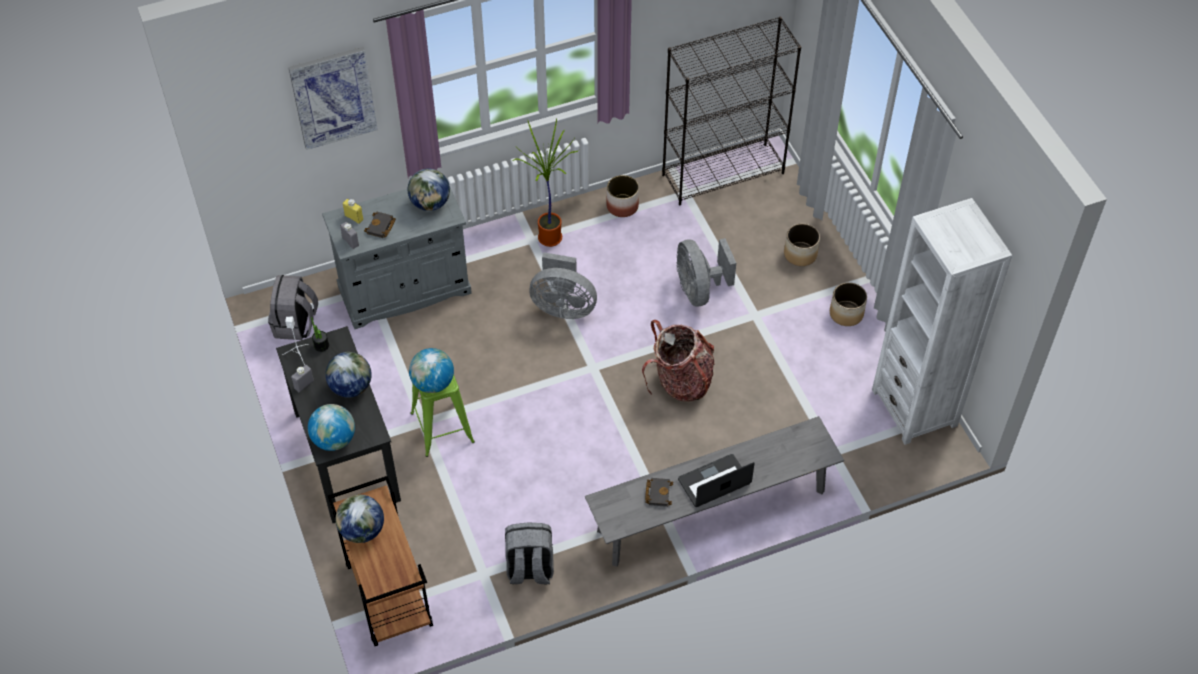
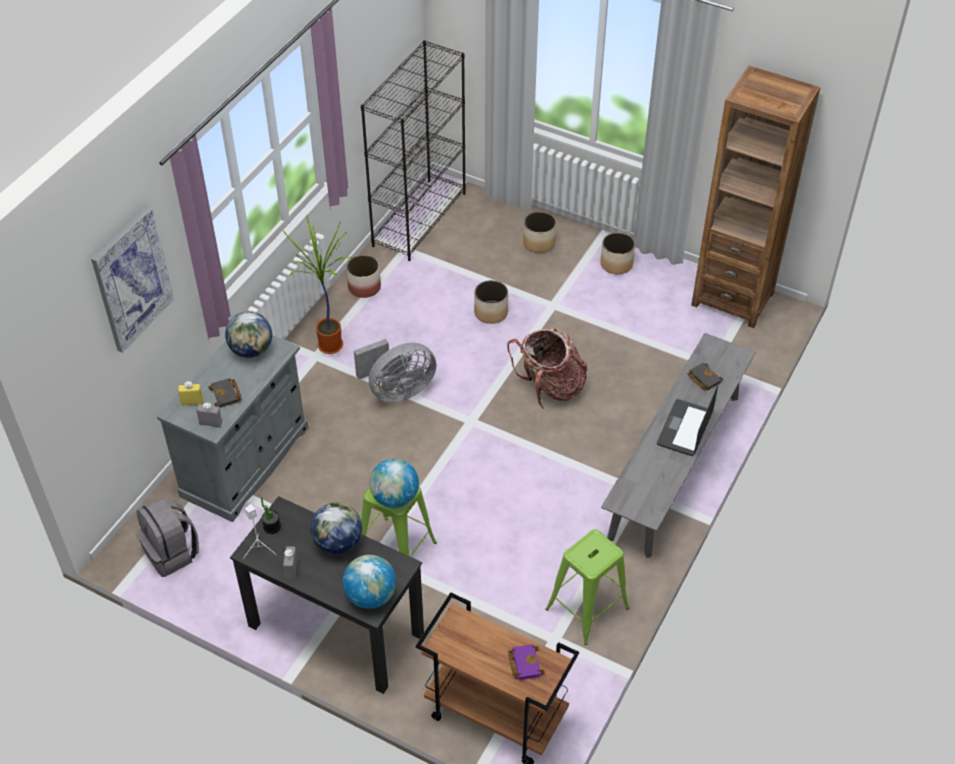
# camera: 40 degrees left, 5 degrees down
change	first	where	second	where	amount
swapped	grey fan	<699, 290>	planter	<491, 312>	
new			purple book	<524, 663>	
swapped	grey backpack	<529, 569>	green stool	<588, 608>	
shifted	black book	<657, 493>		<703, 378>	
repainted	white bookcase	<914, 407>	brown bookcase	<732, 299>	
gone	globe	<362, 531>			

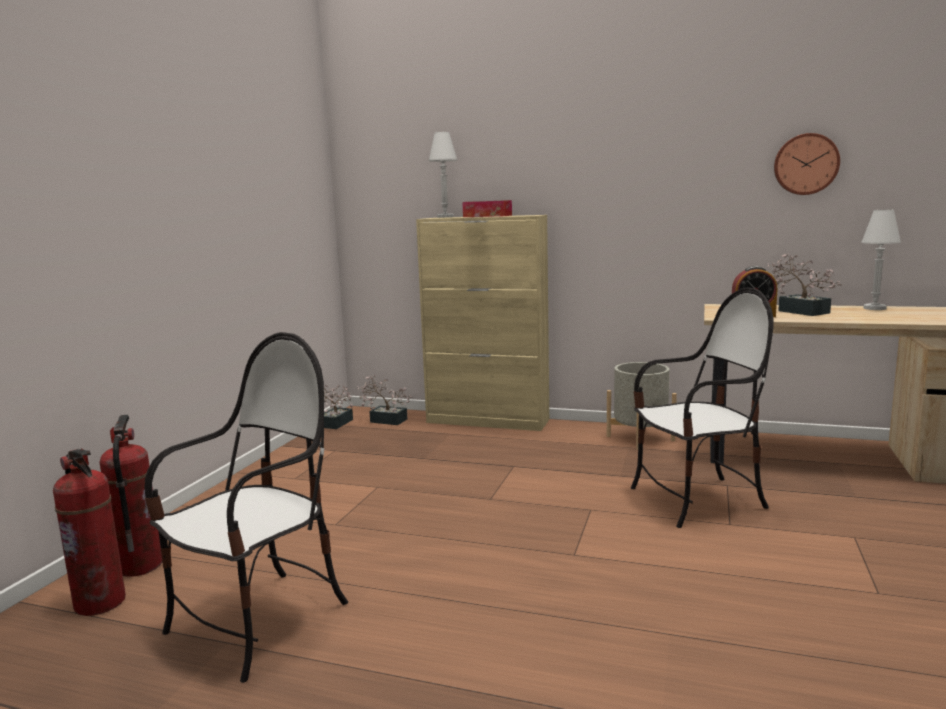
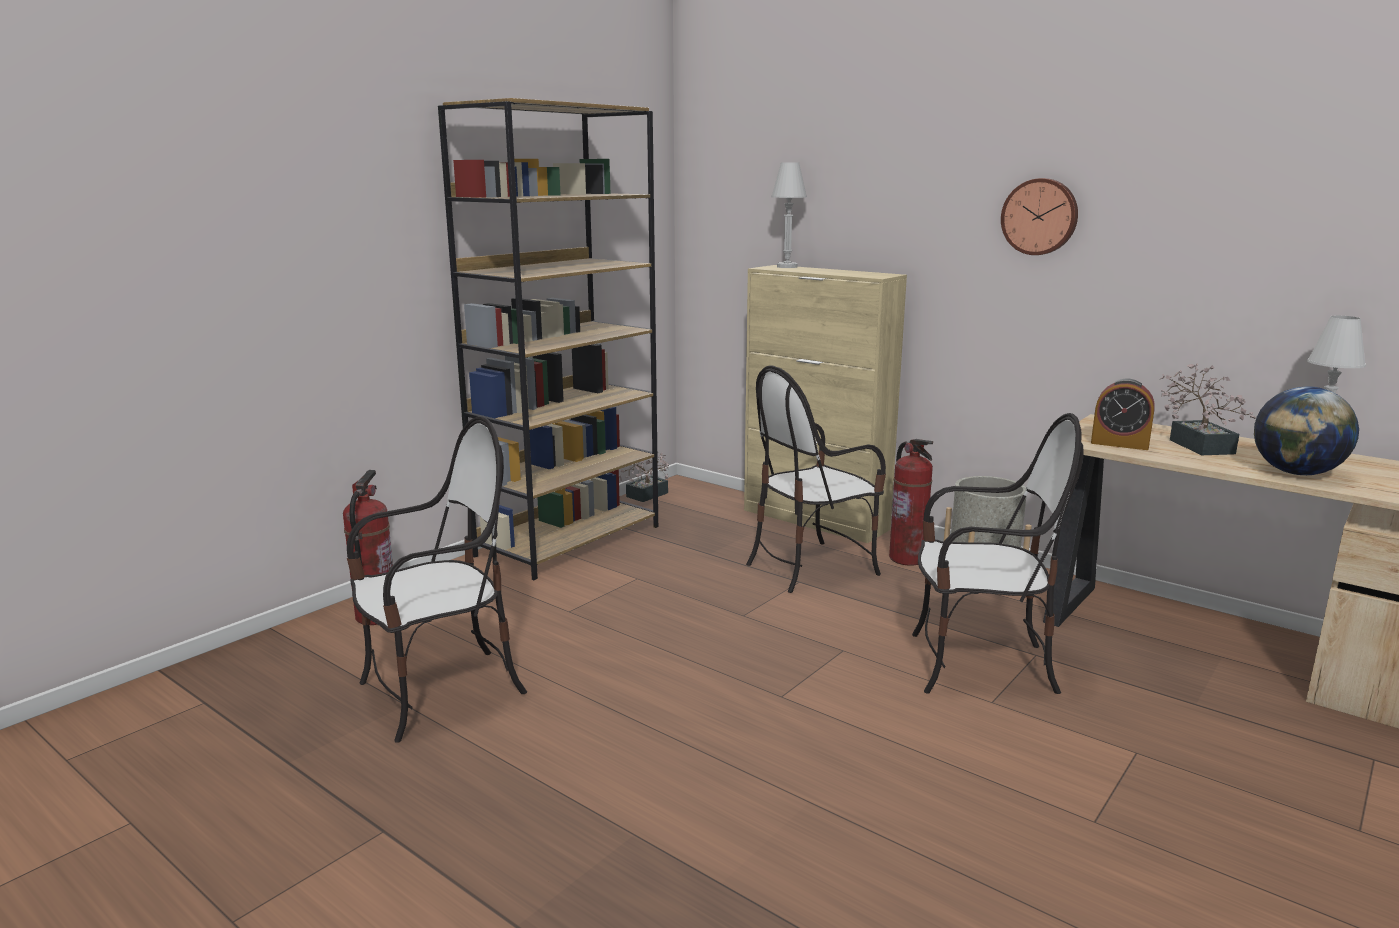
# camera: 20 degrees right, 5 degrees up
change	first	where	second	where	amount
new			brown bookcase	<569, 540>	
new			chair	<811, 567>	
shifted	fire extinguisher	<100, 603>		<907, 558>	
shifted	wall clock	<806, 164>		<1040, 216>	
new			globe	<1297, 473>	
gone	potted plant	<385, 420>			
gone	tissue box	<487, 216>			

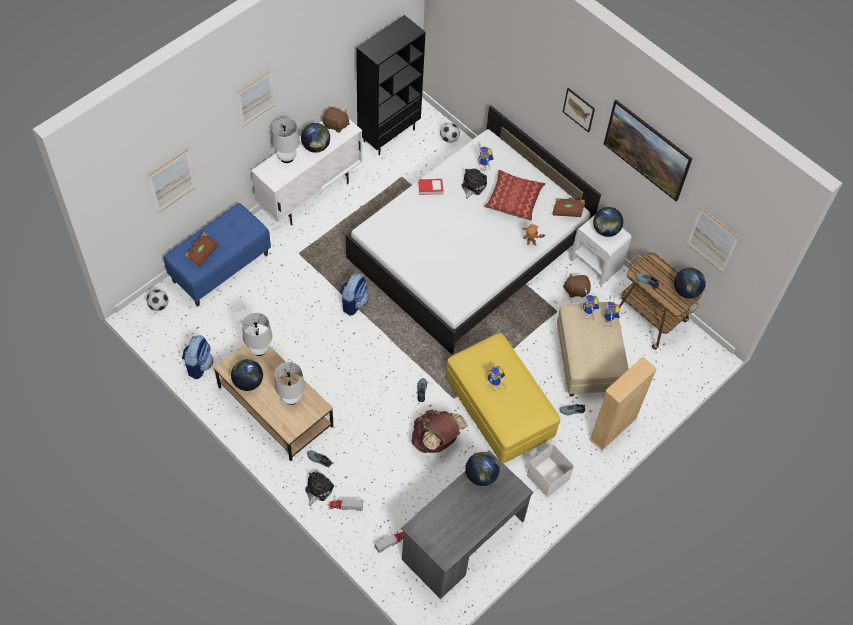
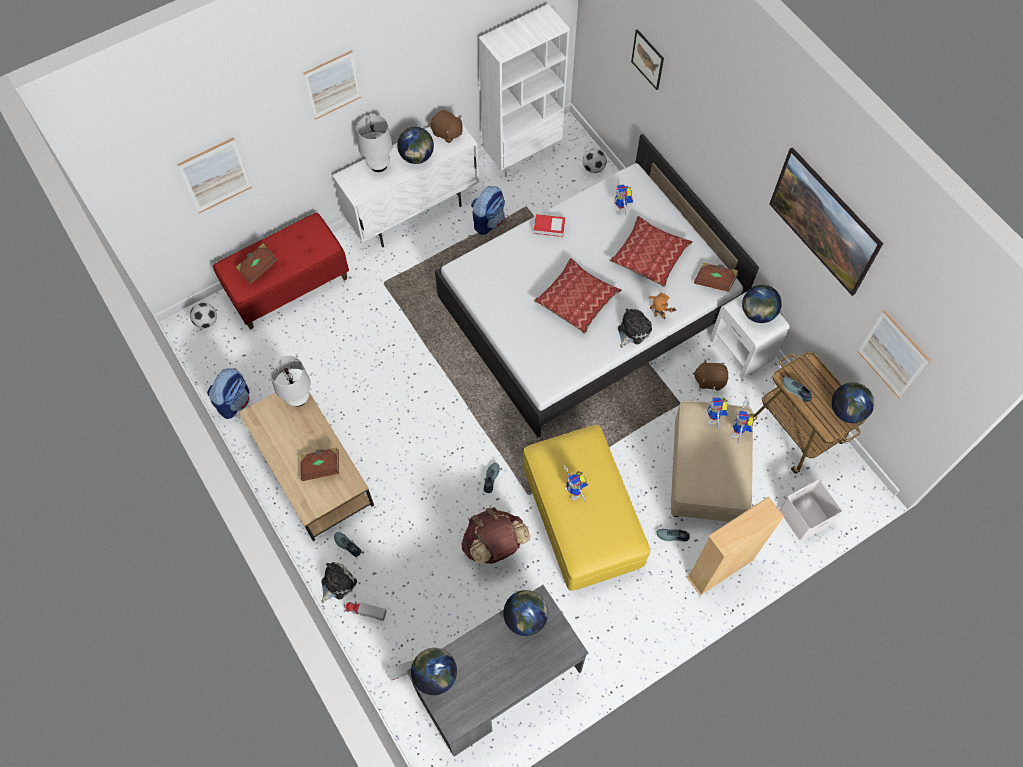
# camera: 15 degrees right, 5 degrees up
change	first	where	second	where	amount
repainted	blue bench	<220, 267>	red bench	<288, 286>	
swapped	white table lamp	<291, 398>	brown book	<321, 467>	
shifted	globe	<248, 382>		<435, 675>	
shifted	backpack	<354, 302>		<488, 221>	
repainted	black bookcase	<389, 134>	white bookcase	<522, 153>	
new			pillow	<577, 300>	
shifted	plush toy	<472, 186>		<632, 330>	
shifted	picture	<579, 109>		<648, 59>	
shifted	white storage box	<548, 478>		<804, 518>	

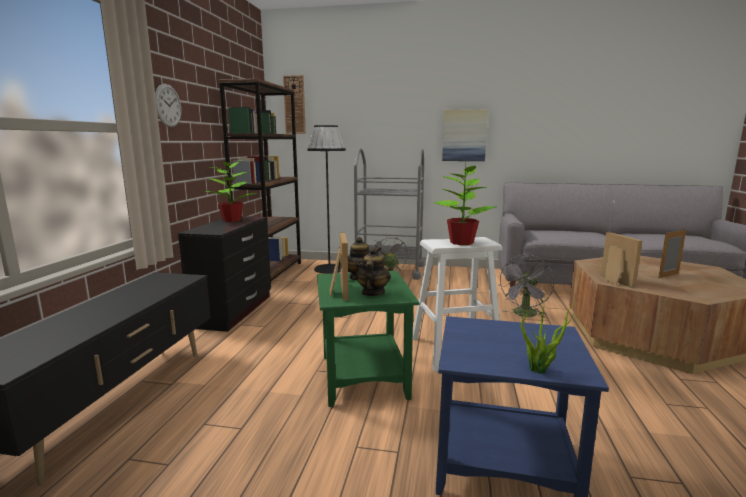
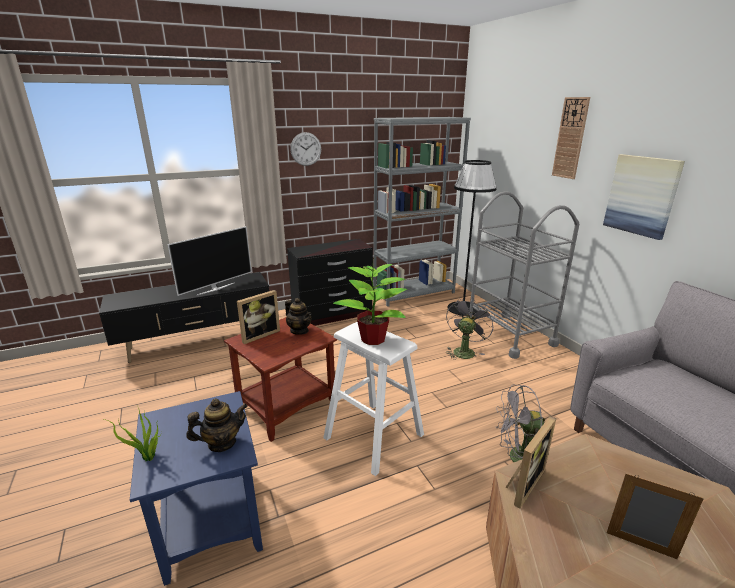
# camera: 55 degrees right, 10 degrees up
change	first	where	second	where	amount
new			television	<215, 288>	
shifted	teapot	<372, 293>		<221, 443>	
repainted	green side table	<362, 376>	brown side table	<286, 406>	
repainted	brown bookcase	<270, 273>	grey bookcase	<414, 293>	
shifted	wall clock	<294, 105>		<570, 138>	
gone	potted plant	<232, 220>			

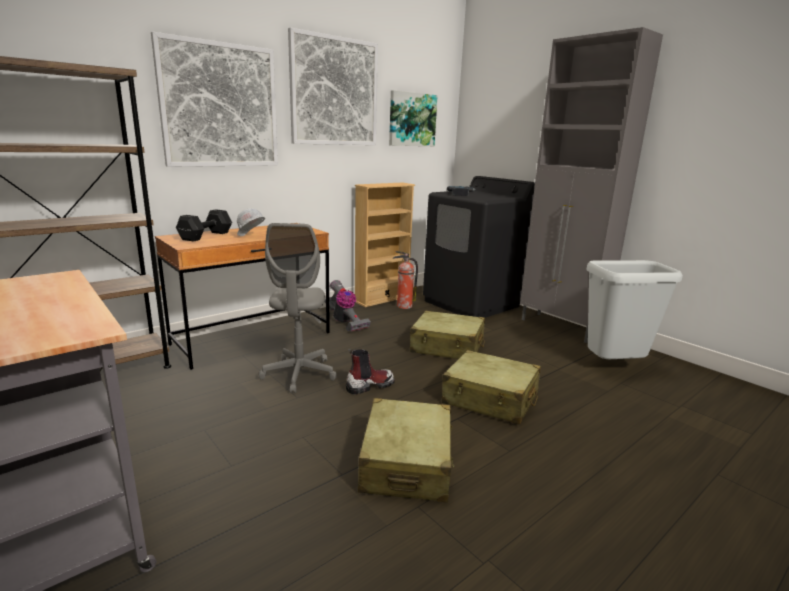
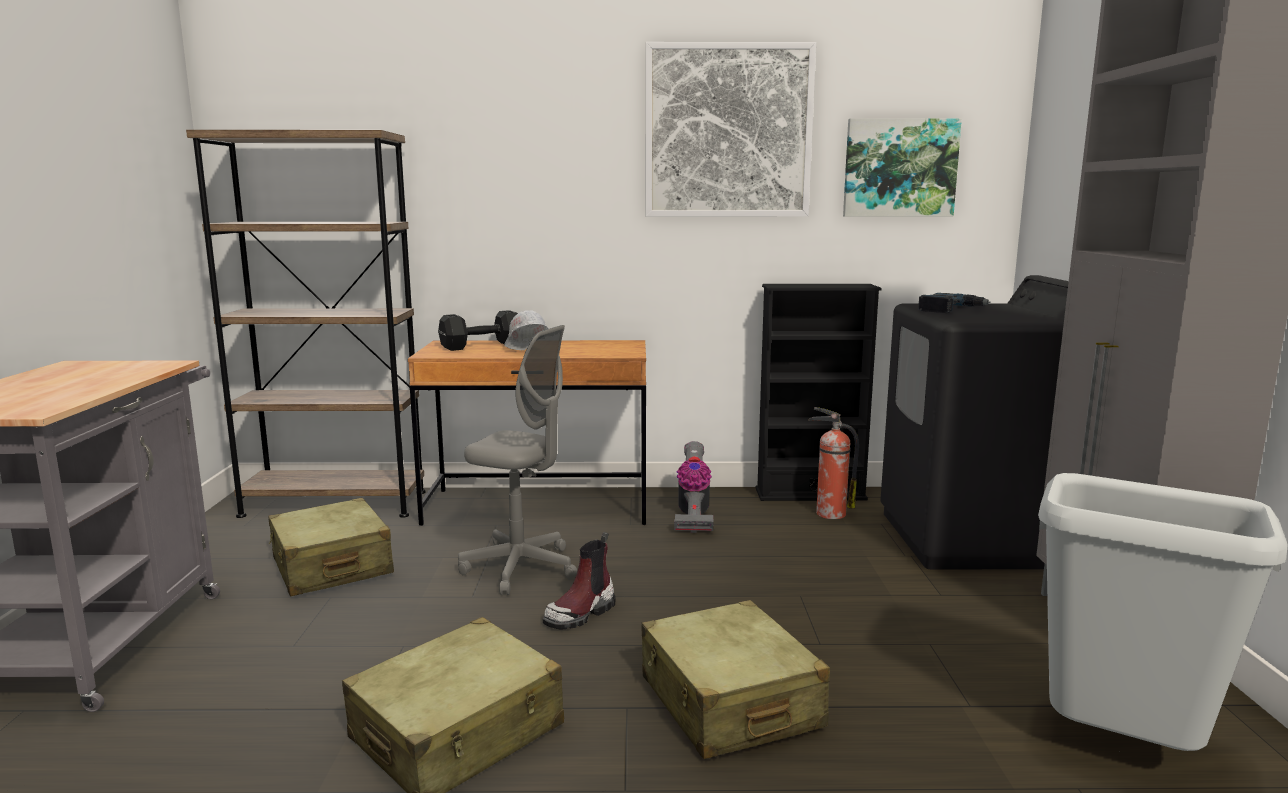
# camera: 40 degrees right, 5 degrees down
change	first	where	second	where	amount
shifted	beige suitcase	<447, 347>		<331, 566>	
rotated	grey office chair	<299, 374>		<520, 568>	105 degrees counterclockwise
rotated	boot	<369, 386>		<581, 613>	120 degrees clockwise
repainted	beige bookcase	<382, 299>	black bookcase	<810, 494>	
gone	picture	<220, 106>			

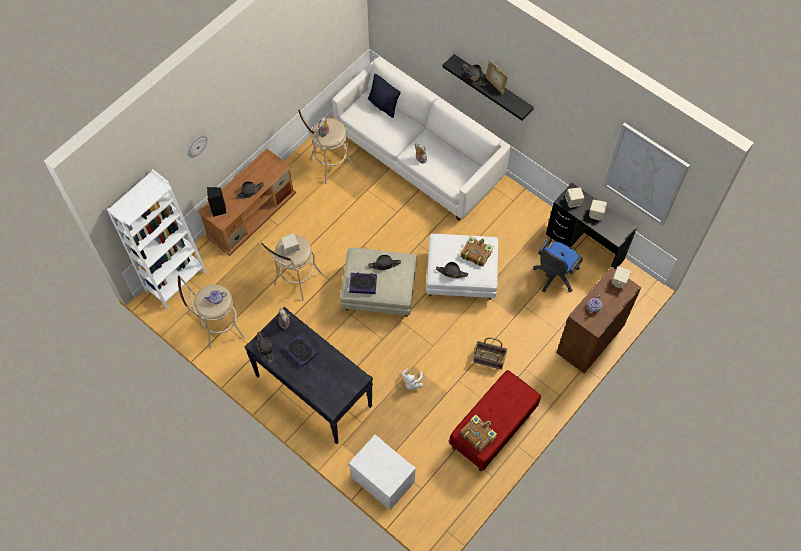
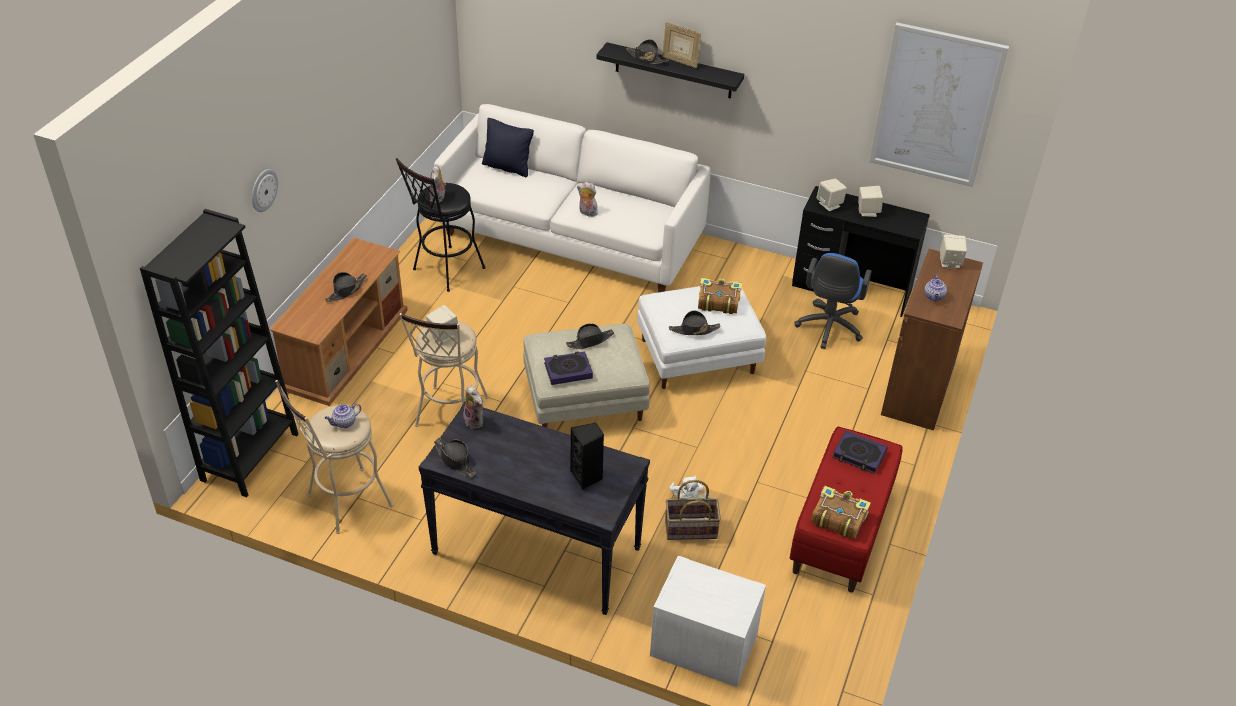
# camera: 20 degrees left, 20 degrees down
change	first	where	second	where	amount
repainted	white bookcase	<176, 281>	black bookcase	<250, 457>	
repainted	beige stool	<328, 166>	black stool	<444, 271>	
shifted	black speaker	<219, 210>		<587, 477>	
shifted	basket	<489, 359>		<690, 529>	
shifted	book	<300, 352>		<859, 455>	

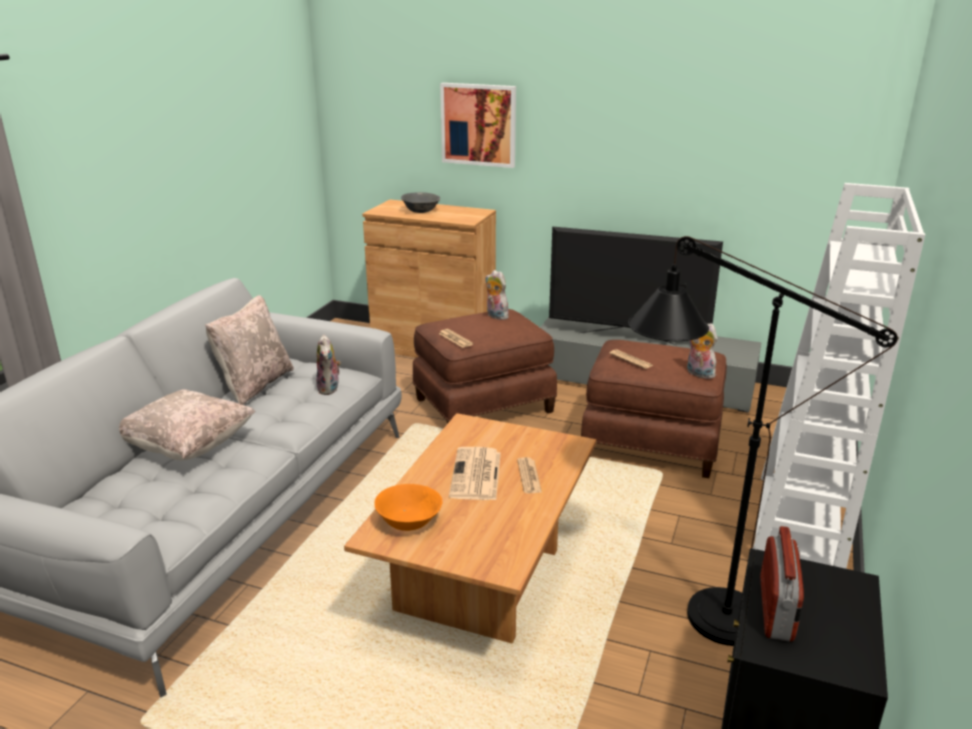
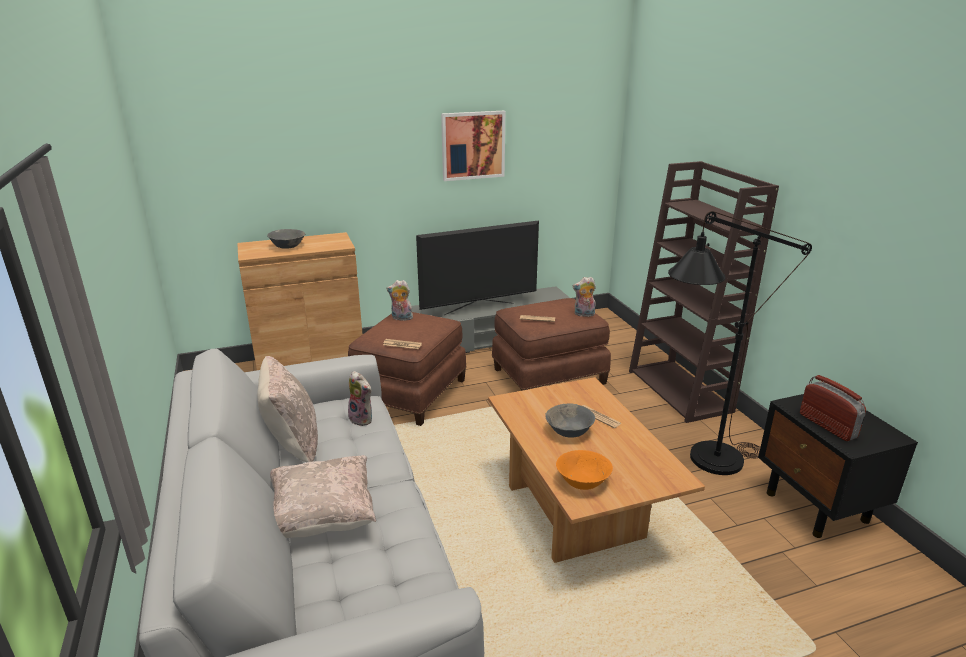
# camera: 40 degrees left, 0 degrees up
change	first	where	second	where	amount
shifted	picture	<478, 124>		<473, 145>	
swapped	newspaper	<476, 475>	grey bowl	<570, 431>	
repainted	white bookcase	<799, 526>	brown bookcase	<680, 391>	

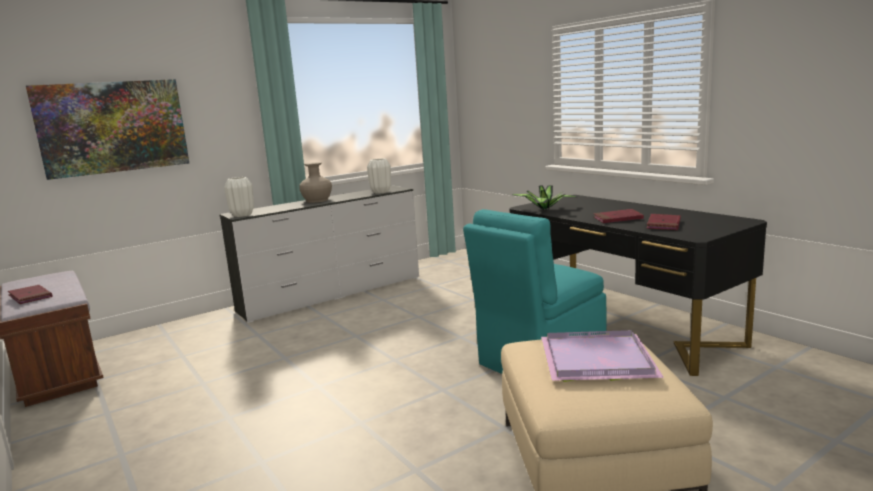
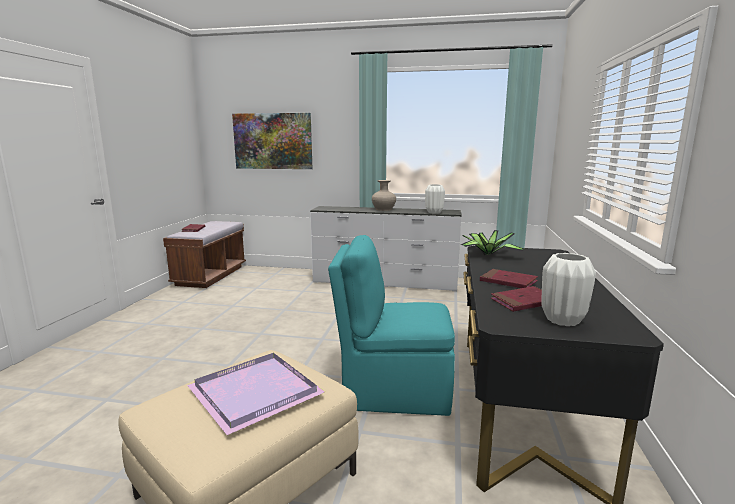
# camera: 45 degrees right, 0 degrees up
change	first	where	second	where	amount
shifted	white vase	<242, 215>		<563, 320>	

